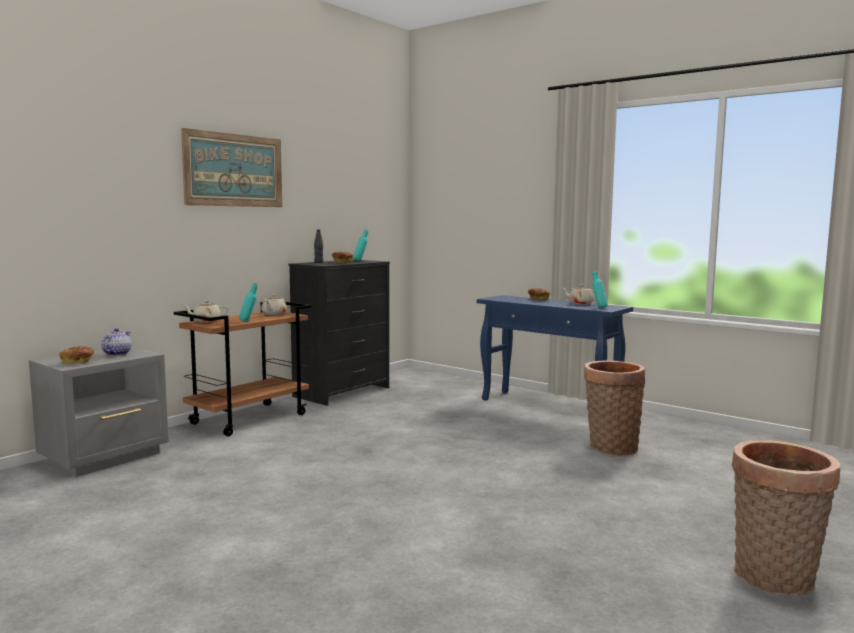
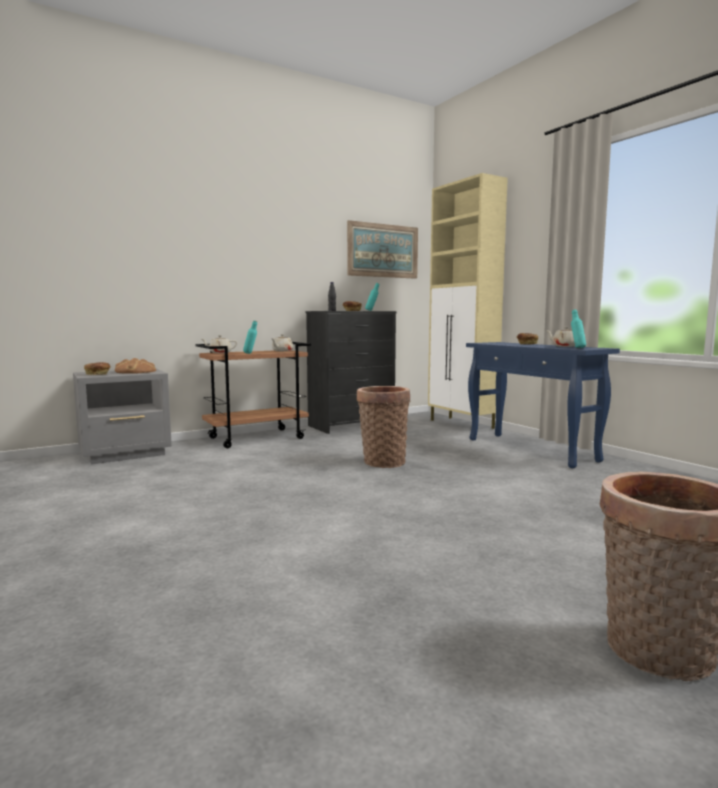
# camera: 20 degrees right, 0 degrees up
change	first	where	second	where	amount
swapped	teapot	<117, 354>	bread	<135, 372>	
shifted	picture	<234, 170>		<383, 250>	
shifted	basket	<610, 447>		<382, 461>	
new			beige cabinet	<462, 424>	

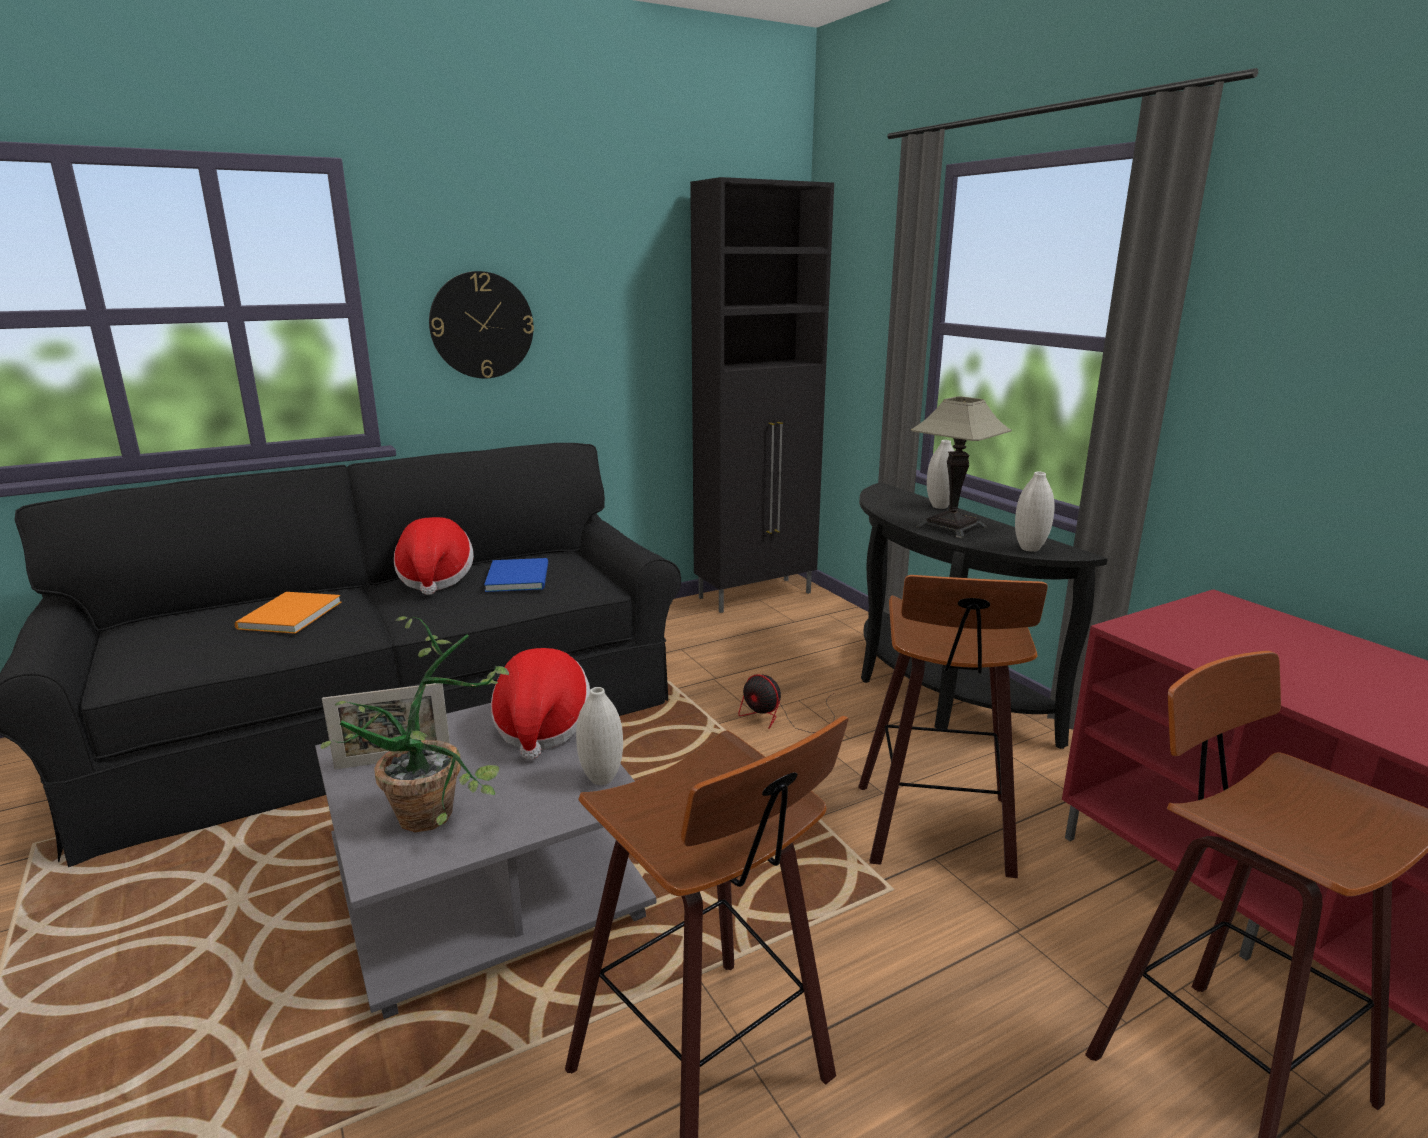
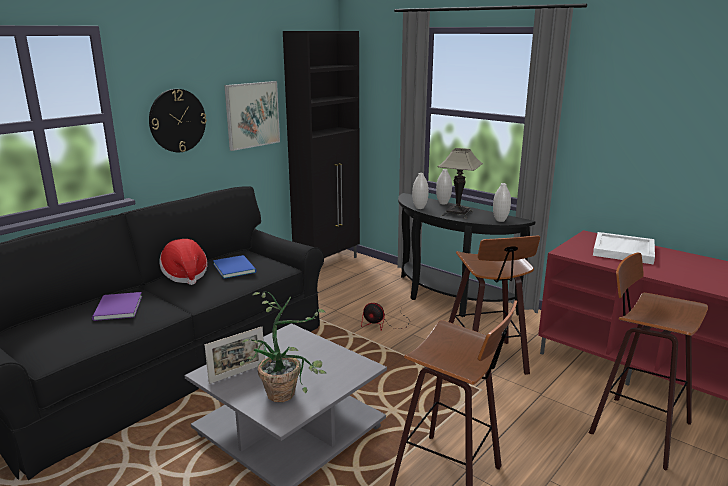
# camera: 20 degrees left, 0 degrees up
change	first	where	second	where	amount
repainted	orange book	<287, 616>	purple book	<116, 308>	
new			picture	<252, 115>	
shifted	white vase	<601, 779>		<419, 208>	
new			white tray	<624, 251>	
gone	hat	<541, 728>			

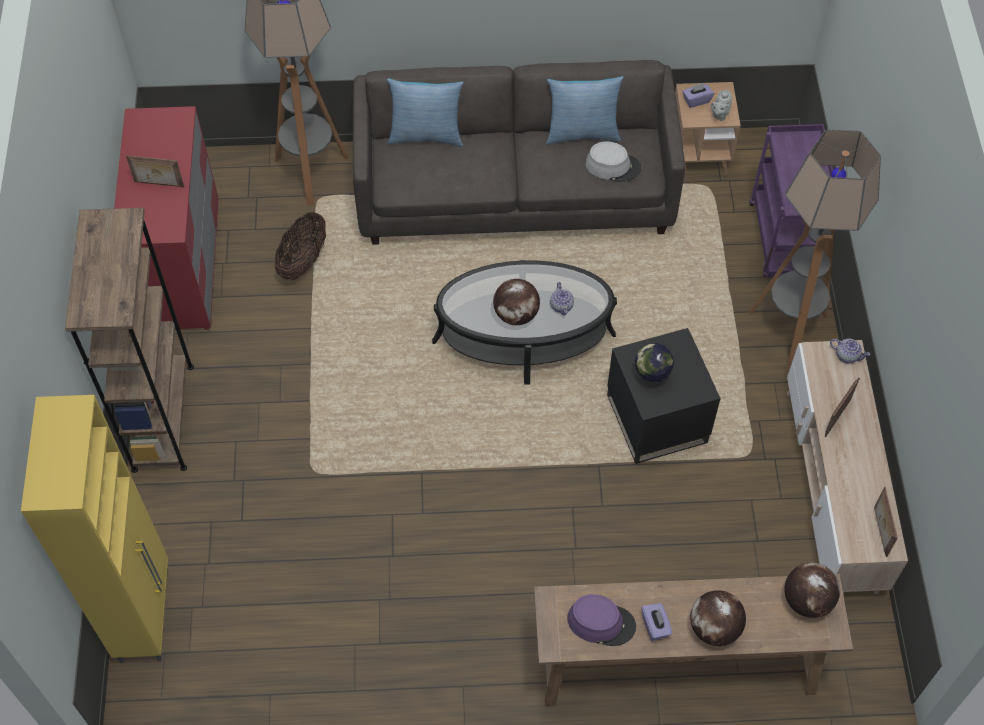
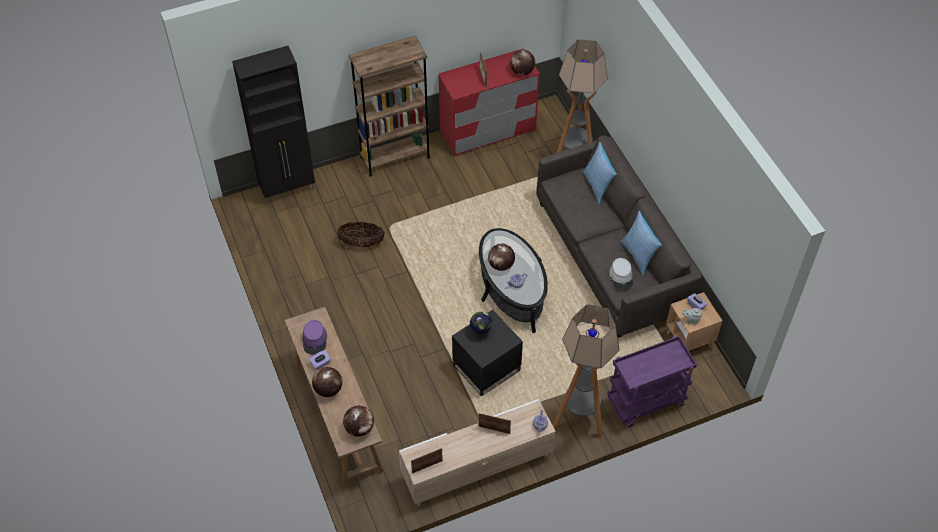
# camera: 70 degrees right, 5 degrees down
change	first	where	second	where	amount
repainted	yellow cabinet	<145, 614>	black cabinet	<288, 189>	
shifted	basket	<303, 260>		<362, 243>	
new			globe	<522, 72>	

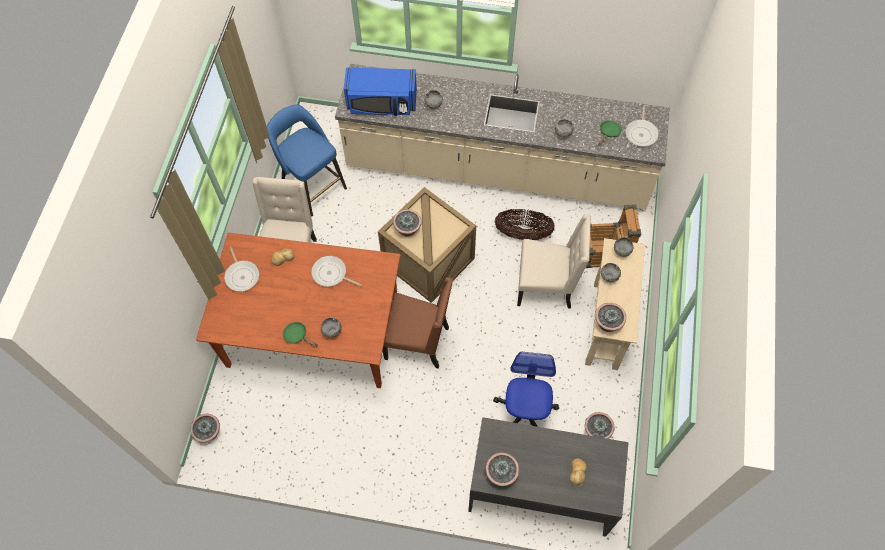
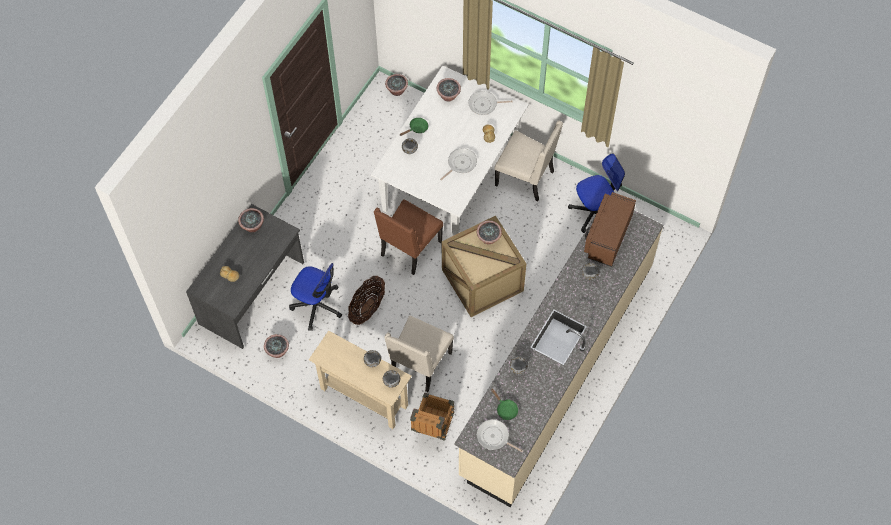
# camera: 110 degrees right, 0 degrees up
change	first	where	second	where	amount
shifted	basket	<523, 233>		<367, 307>	
repainted	brown dining table	<314, 332>	white dining table	<451, 177>	
shifted	potted plant	<607, 324>		<448, 96>	
swapped	blue stool	<312, 187>	office chair	<594, 212>	
repainted	blue microwave	<382, 103>	brown microwave	<607, 236>	

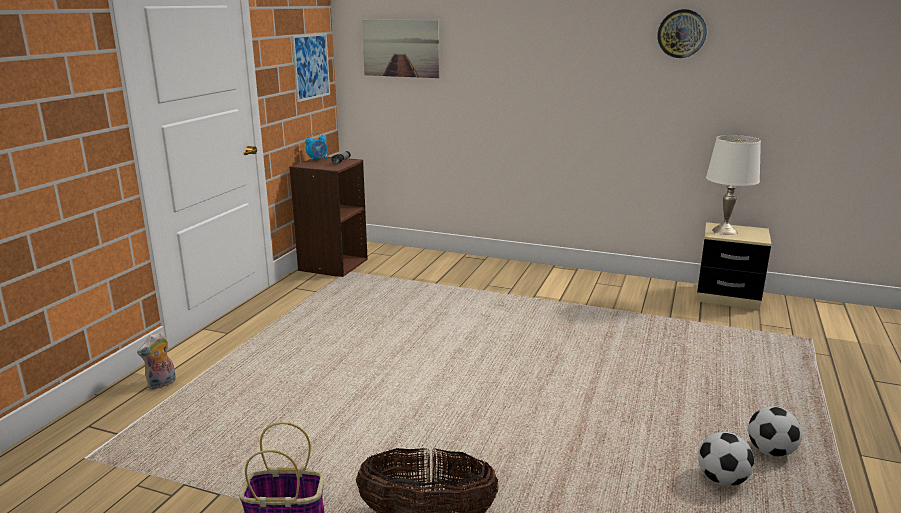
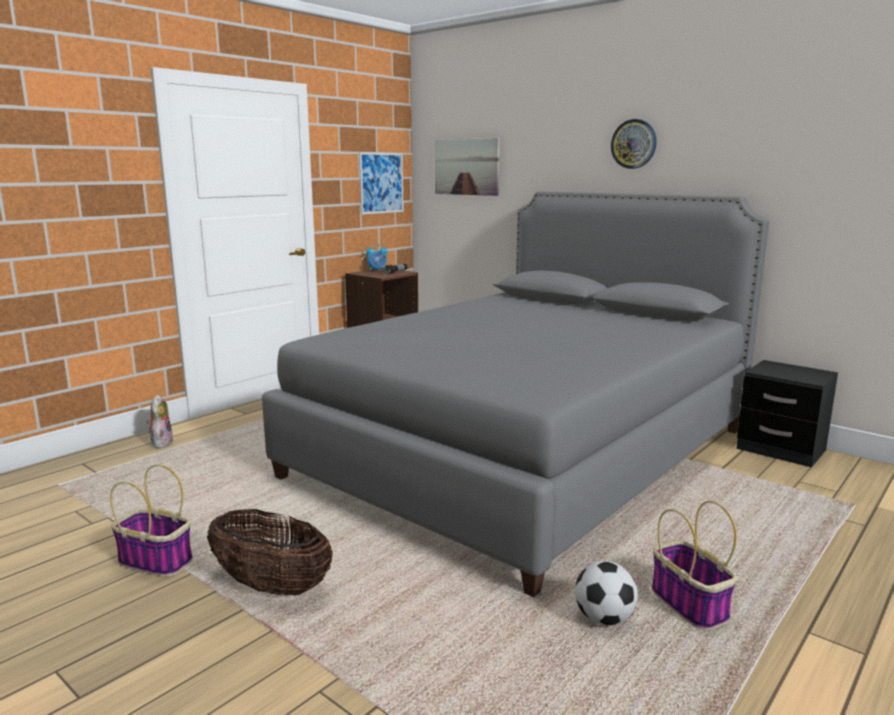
# camera: 20 degrees right, 5 degrees down
change	first	where	second	where	amount
rotated	plush toy	<162, 384>		<161, 443>	120 degrees clockwise
new			grey bed	<525, 452>	
shifted	wall clock	<681, 33>		<634, 144>	
swapped	football	<770, 452>	basket	<690, 605>	
repainted	beige nightstand	<727, 297>	black nightstand	<780, 449>	
gone	white table lamp	<725, 231>			

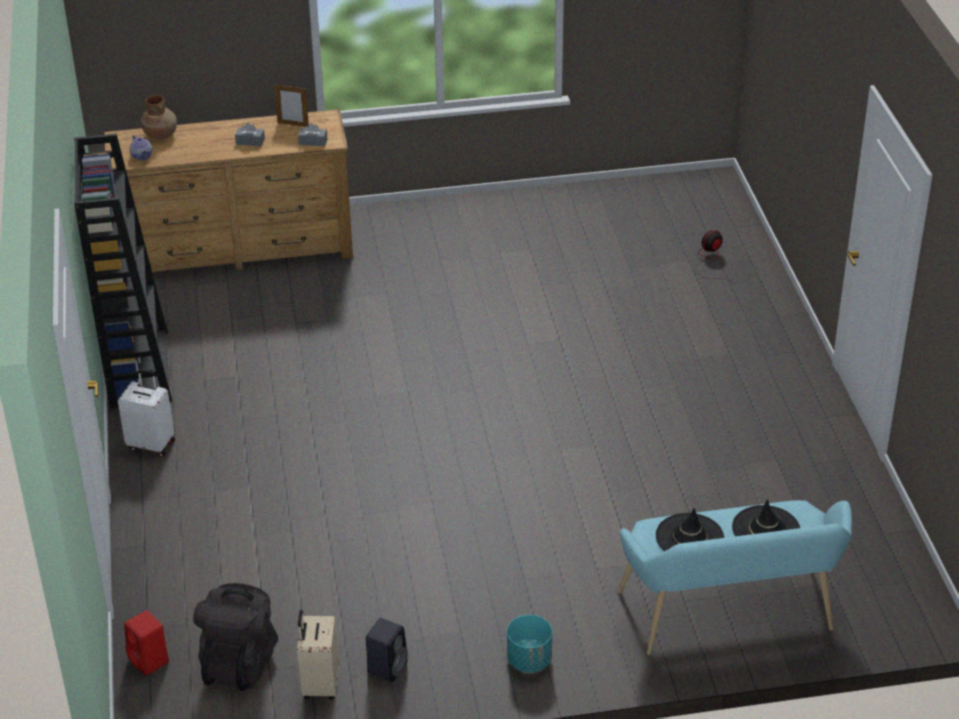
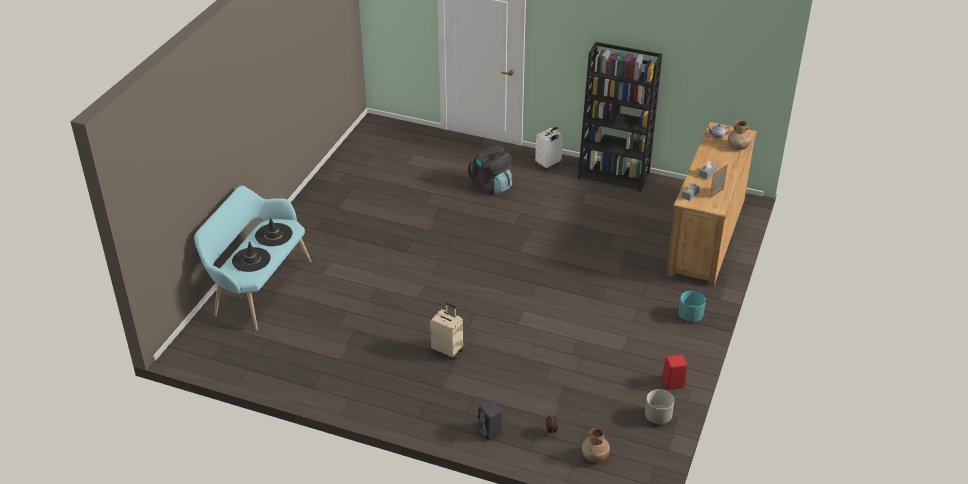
# camera: 120 degrees right, 0 degrees up
change	first	where	second	where	amount
shifted	beige suitcase	<319, 684>		<448, 350>	
shifted	black backpack	<240, 662>		<492, 185>	
shifted	black speaker	<387, 667>		<490, 431>	
new			brown vase	<595, 456>	
new			grey planter	<657, 417>	
shifted	red speaker	<150, 661>		<672, 383>	
shifted	turquoise planter	<529, 660>		<690, 316>	

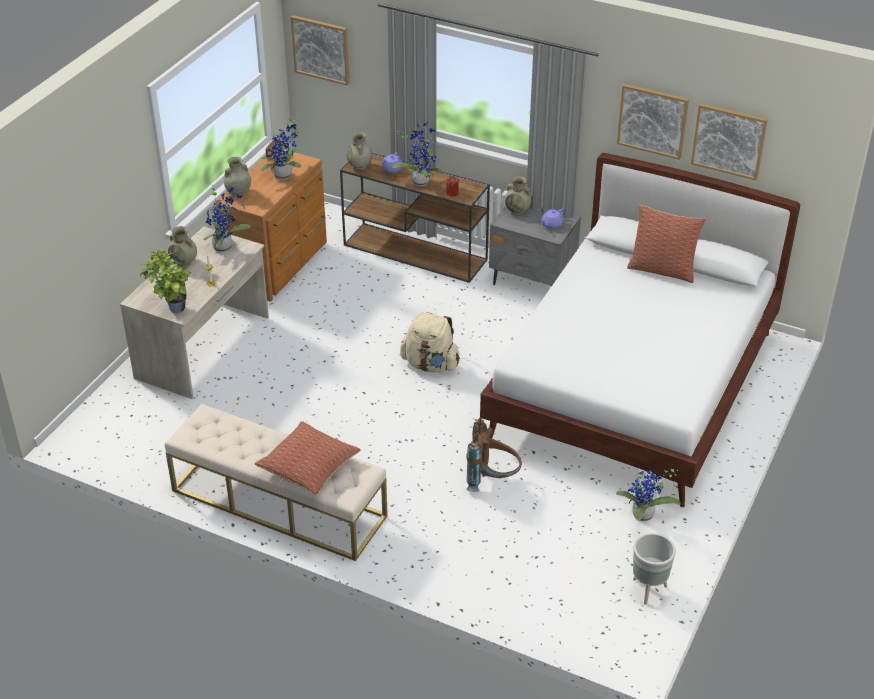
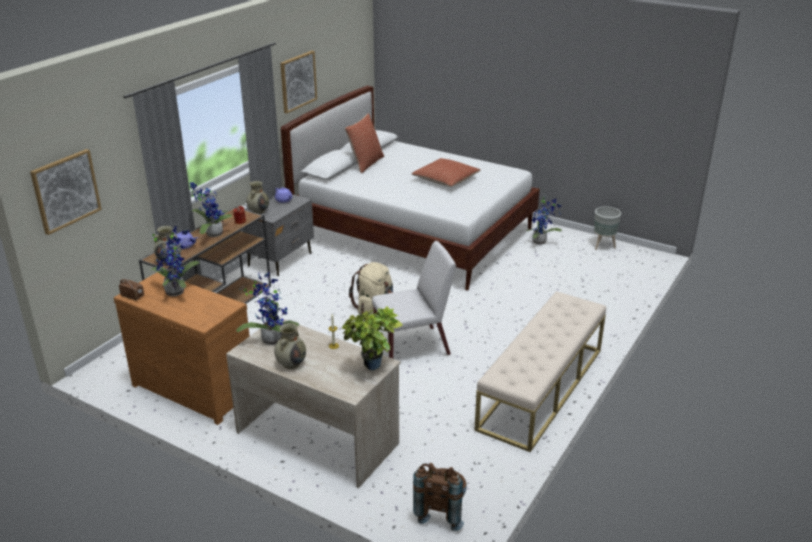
# camera: 85 degrees left, 10 degrees down
change	first	where	second	where	amount
new			white chair	<413, 346>	
shifted	pillow	<309, 466>		<445, 180>	
shifted	brown backpack	<492, 480>		<441, 510>	
gone	beige vase	<238, 192>			
gone	picture	<729, 140>			

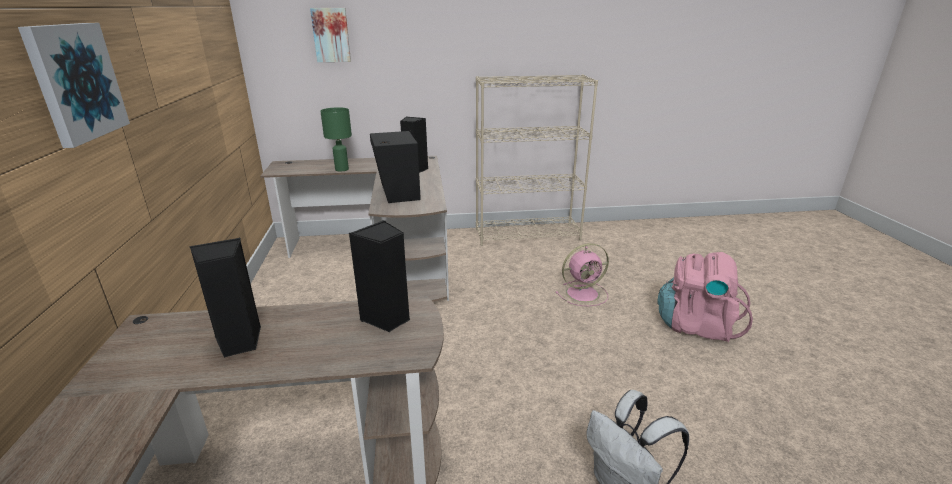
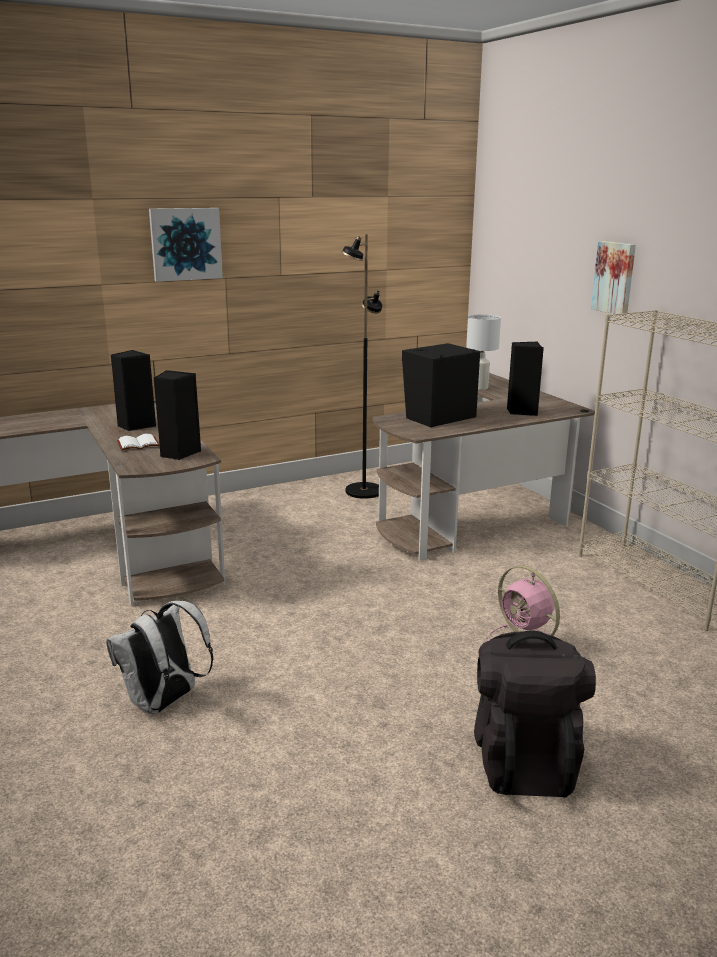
# camera: 70 degrees right, 5 degrees down
change	first	where	second	where	amount
new			white book	<137, 445>	
new			black floor lamp	<363, 491>	
repainted	green table lamp	<342, 169>	white table lamp	<480, 388>	
repainted	pink backpack	<696, 325>	black backpack	<524, 760>	
shifted	picture	<331, 35>		<615, 277>	

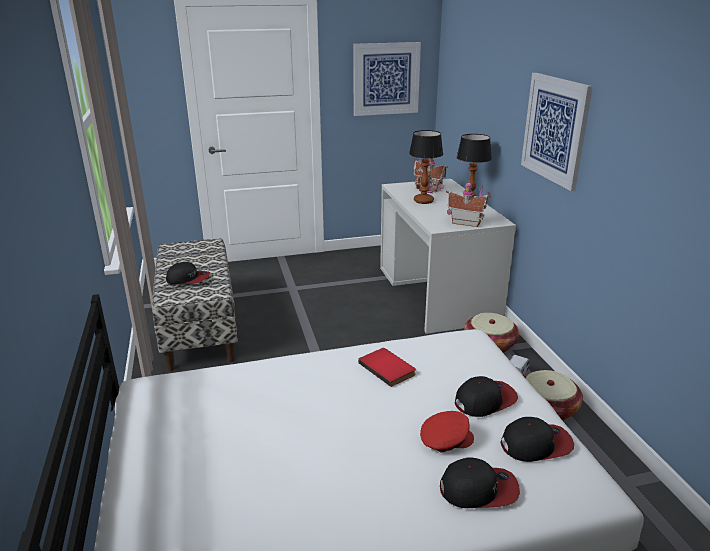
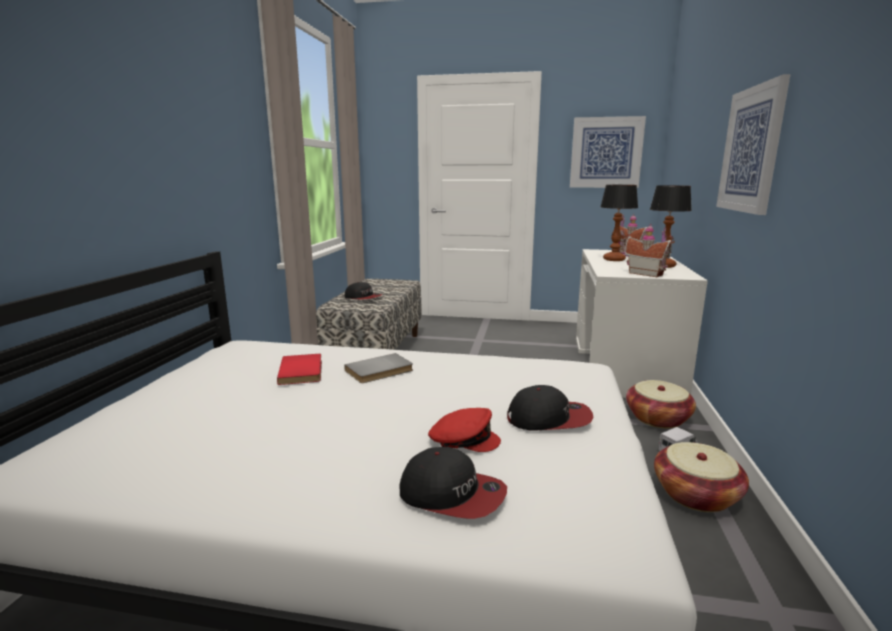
# camera: 25 degrees right, 10 degrees down
change	first	where	second	where	amount
shifted	red book	<388, 368>		<303, 371>	
new			grey book	<380, 371>	
gone	cap	<536, 444>			

